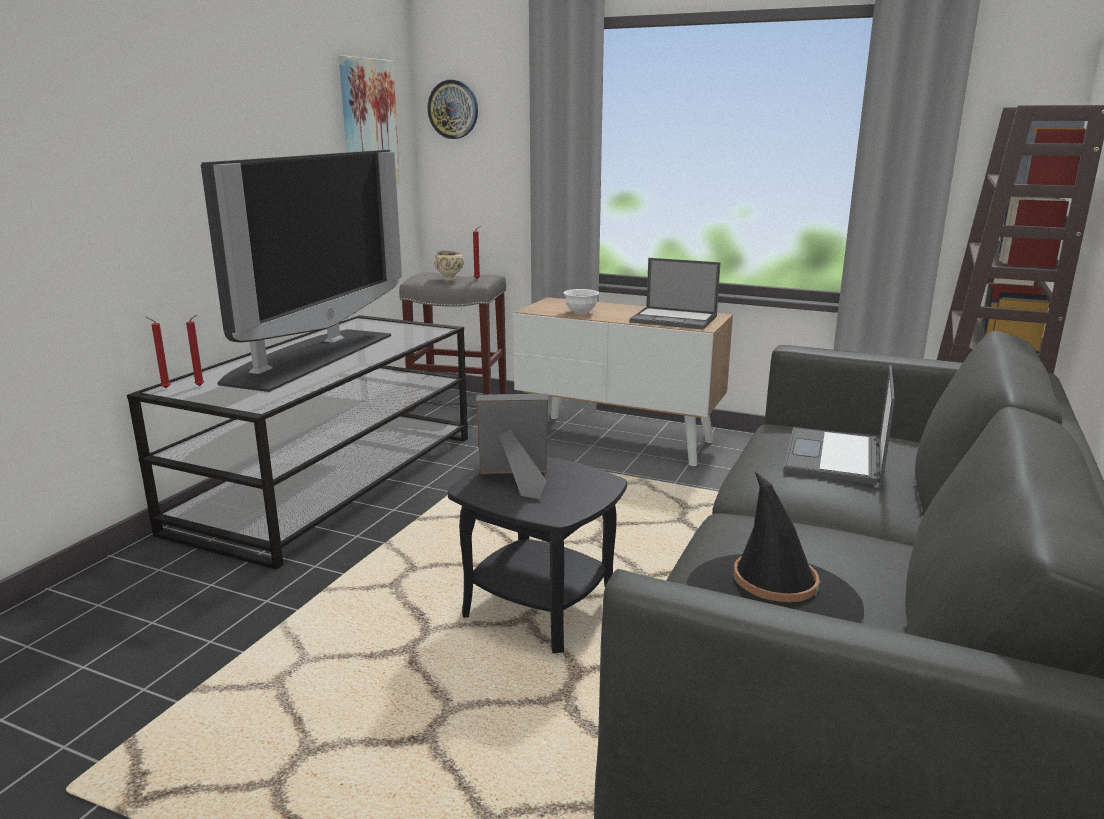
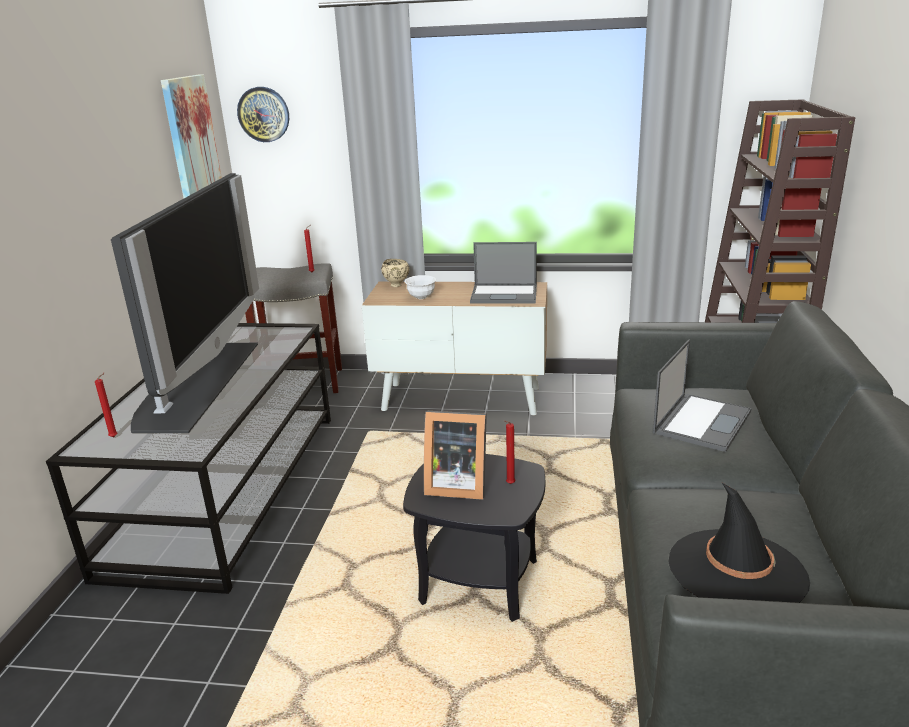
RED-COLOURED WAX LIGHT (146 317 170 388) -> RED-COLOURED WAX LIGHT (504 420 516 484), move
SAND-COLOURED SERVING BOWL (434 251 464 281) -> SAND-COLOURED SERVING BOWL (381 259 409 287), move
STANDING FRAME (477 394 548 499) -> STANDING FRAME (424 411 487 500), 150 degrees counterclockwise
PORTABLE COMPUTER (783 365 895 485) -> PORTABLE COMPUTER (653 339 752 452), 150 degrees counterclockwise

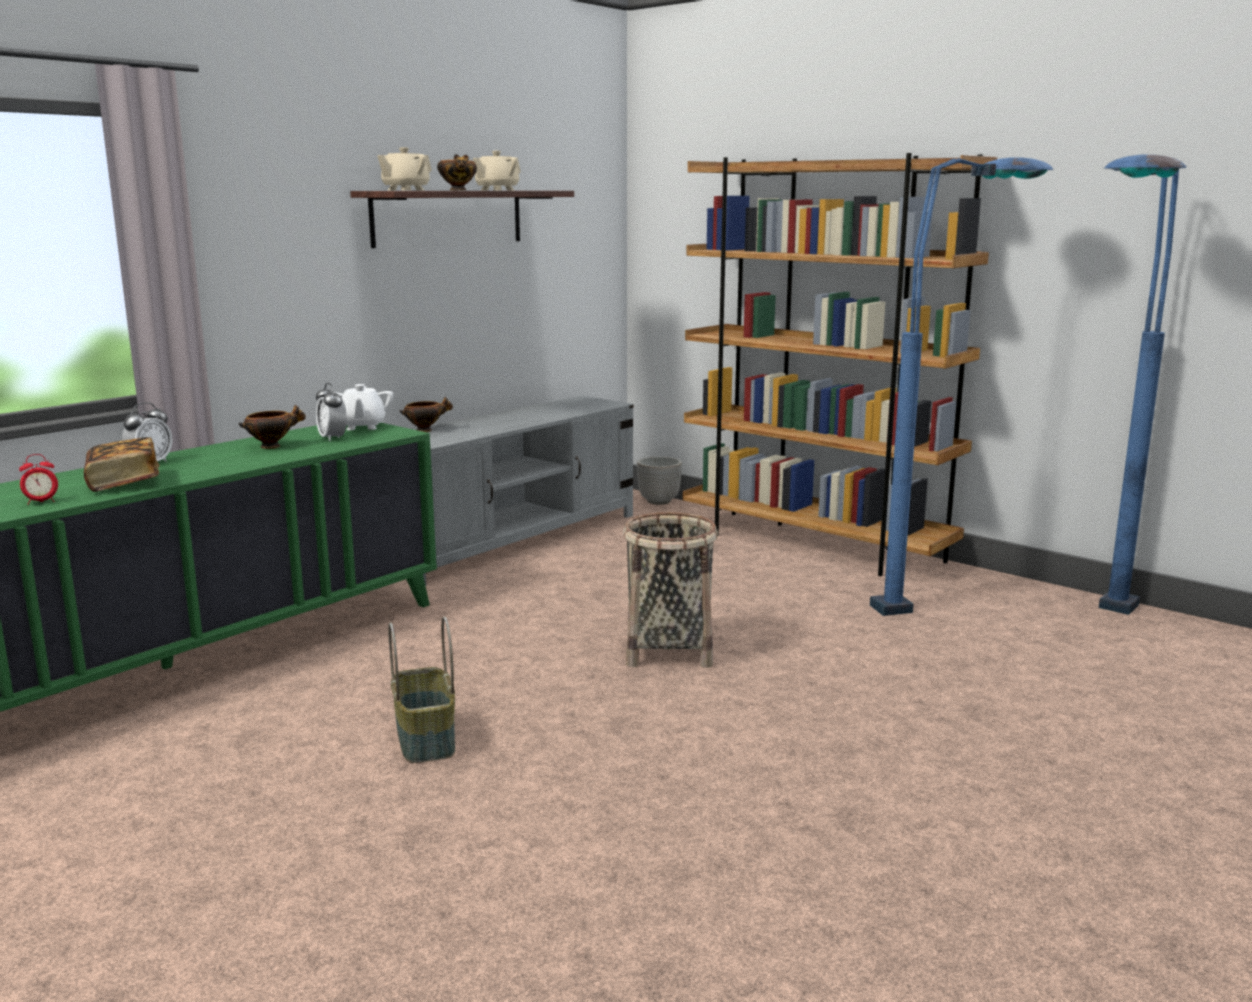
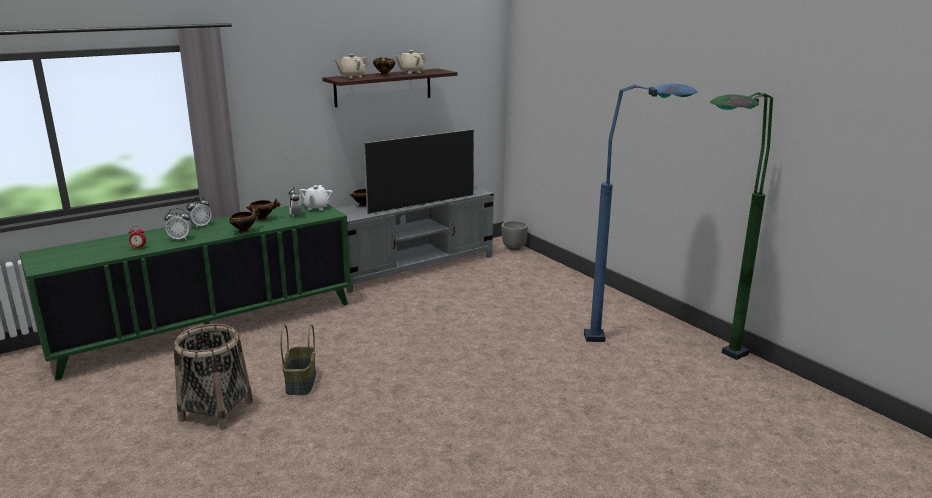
BOUND BOOK (84 437 159 492) -> ALARM CLOCK (164 208 192 241)
STORAGE BASKET (623 512 718 668) -> STORAGE BASKET (174 324 253 430), move
BROWN-COLOURED BOOKSHELF (683 153 997 576) -> none
BLUE STANDING LAMP (1099 154 1187 615) -> GREEN STANDING LAMP (710 92 773 360)
none -> SERVING BOWL (229 207 260 234)
none -> TV SET (364 129 474 214)

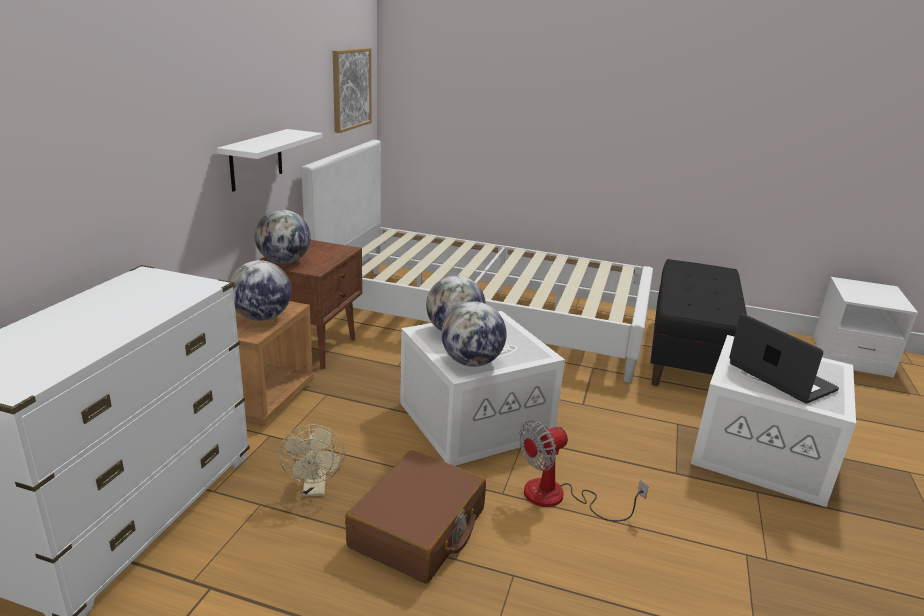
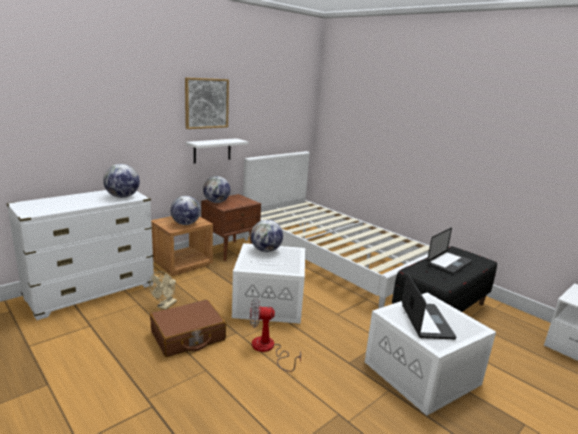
WALL ART (333 48 372 133) -> WALL ART (185 77 229 129), move
DESK GLOBE (441 301 507 367) -> DESK GLOBE (103 164 140 198), move
none -> PORTABLE COMPUTER (427 227 472 274)

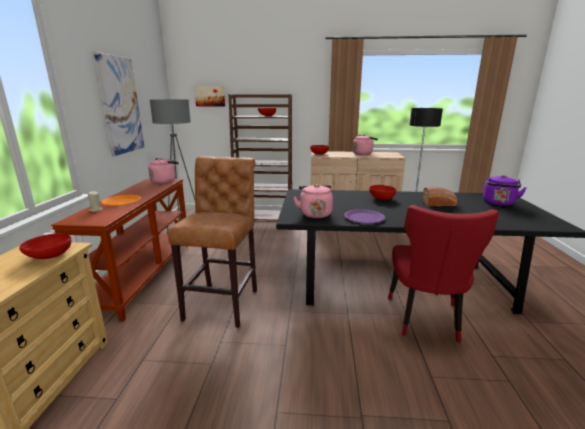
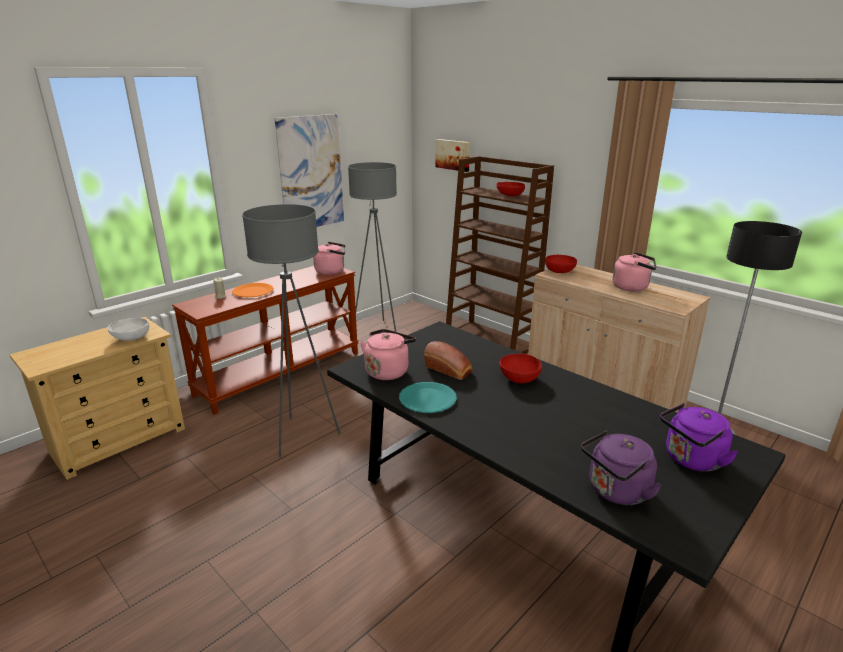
RED-COLOURED SERVING BOWL (19 233 71 259) -> WHITISH SERVING BOWL (108 318 149 341)
BROWN-COLOURED STOOL SEAT (167 156 257 328) -> GRAY STANDING LAMP (242 204 341 457)
PURPLE PLATE (344 209 385 223) -> BLUE-GREEN PLATE (399 382 457 413)
RED-COLOURED UPRIGHT CHAIR (388 205 499 343) -> none
BAKERY BREAD (423 187 457 206) -> BAKERY BREAD (424 341 472 380), move
none -> PURPLE TEA KETTLE (581 430 662 505)

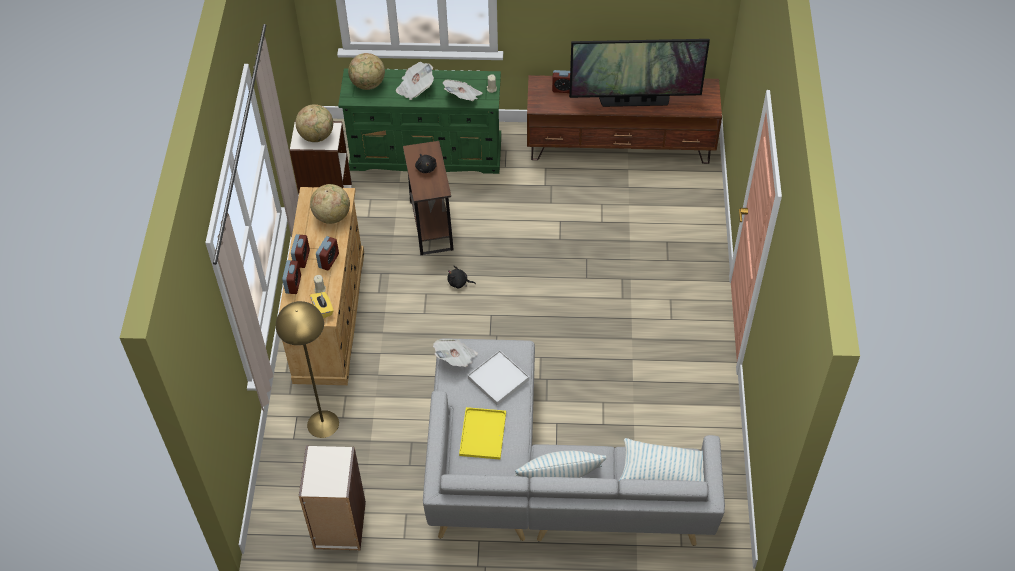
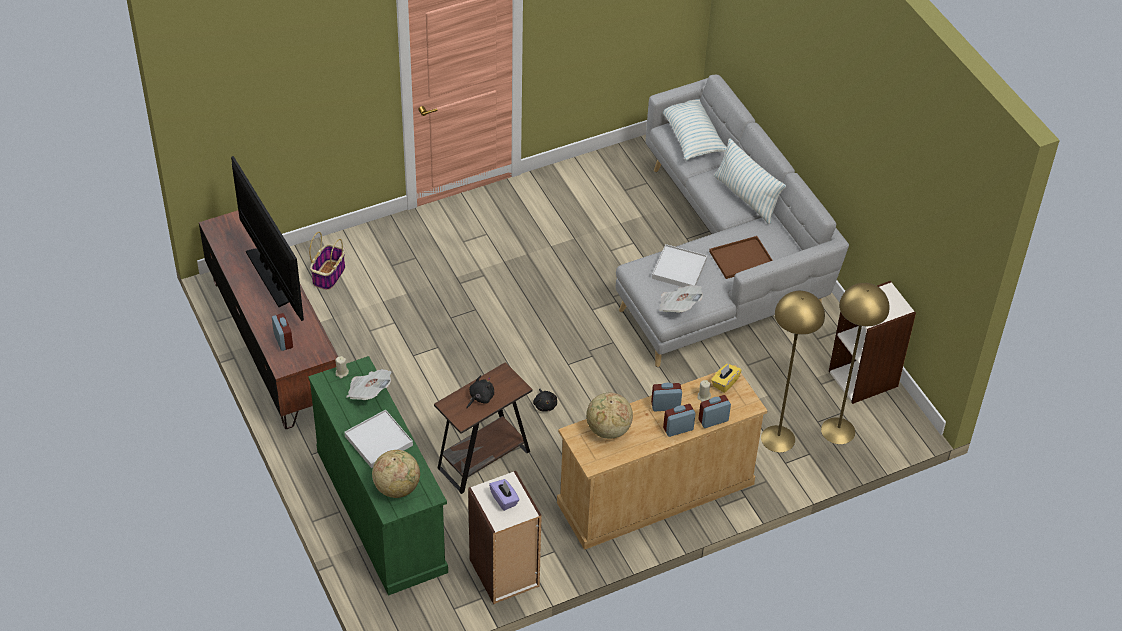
DESK GLOBE (296 104 333 142) -> PURPLE BOX OF TISSUES (489 479 520 511)
NEWSPAPER (396 62 434 100) -> WHITISH TRAY (344 410 413 468)
YELLOW-COLOURED TRAY (459 407 506 460) -> BROWN-COLOURED TRAY (709 236 773 279)
none -> STORAGE BASKET (309 232 345 290)
none -> YELLOW-COLOURED STANDING LAMP (821 283 890 444)

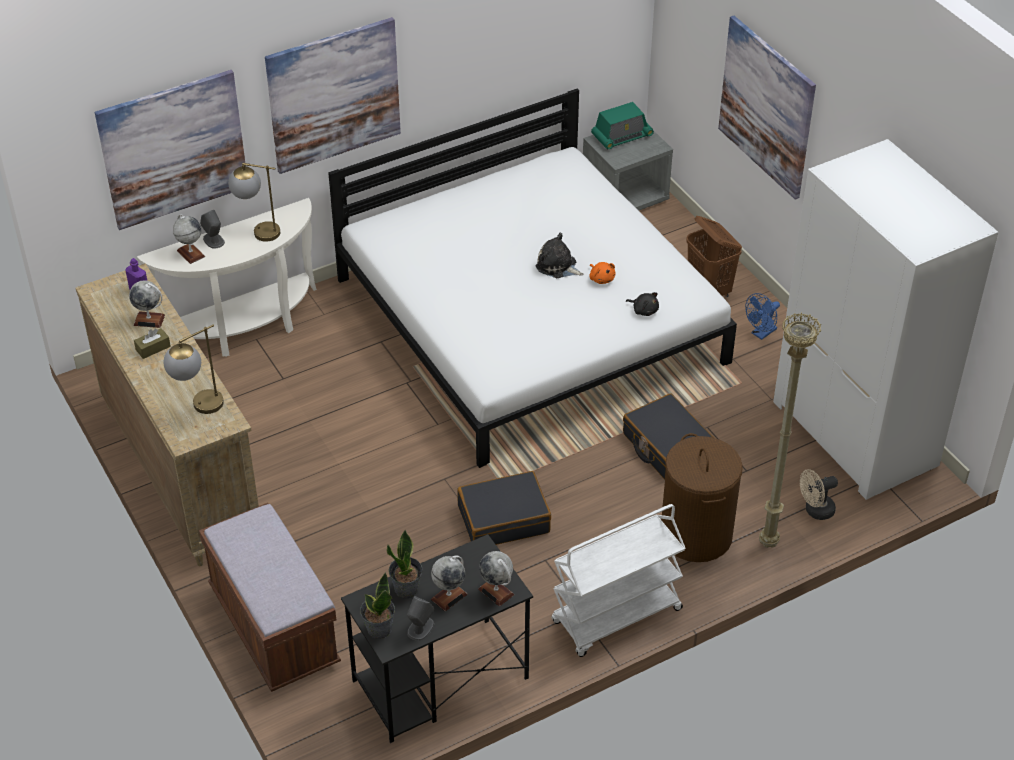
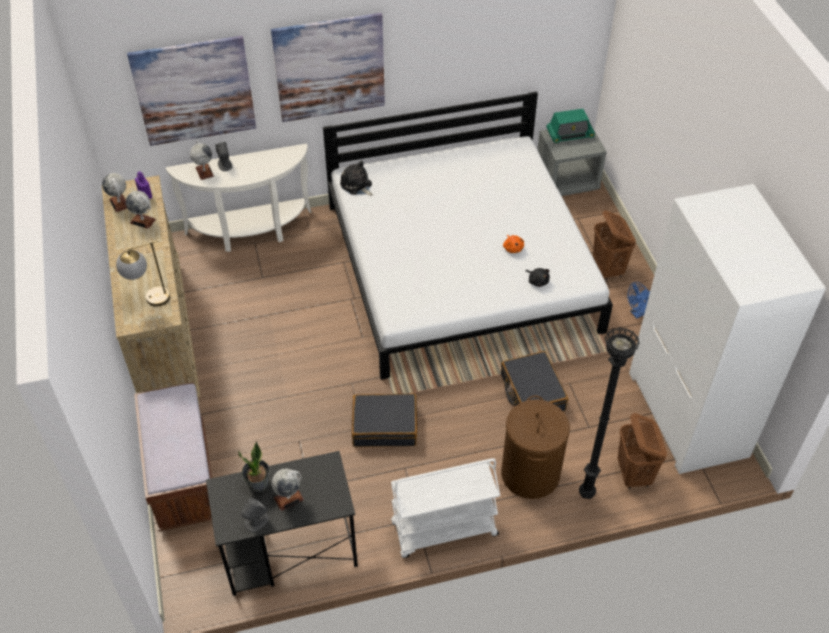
BROWN-COLOURED BOX OF TISSUES (134 328 171 359) -> none
TABLE LAMP (228 163 280 242) -> none
POTTED PLANT (360 572 395 639) -> none
DESK GLOBE (478 551 514 606) -> DESK GLOBE (102 173 127 212), move
PLUSH TOY (536 233 584 278) -> PLUSH TOY (340 160 373 196), move
WALL ART (718 16 816 200) -> none
SAND-COLOURED STANDING LAMP (759 313 821 548) -> BLACK-COLOURED STANDING LAMP (579 327 640 499)
SAND-COLOURED FAN (800 469 838 520) -> BROWN-COLOURED HAMPER (618 413 667 489)

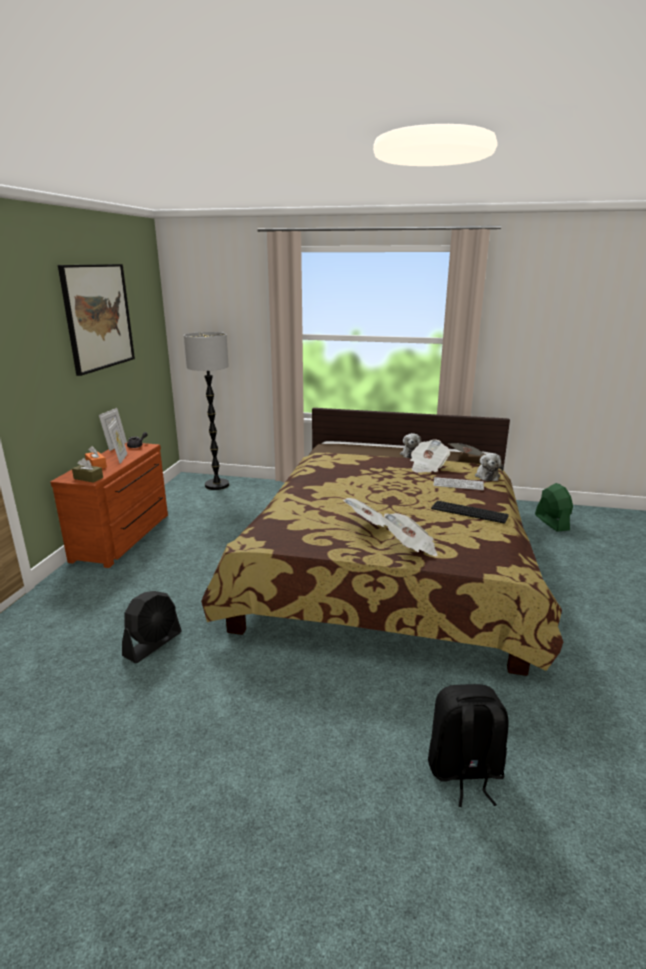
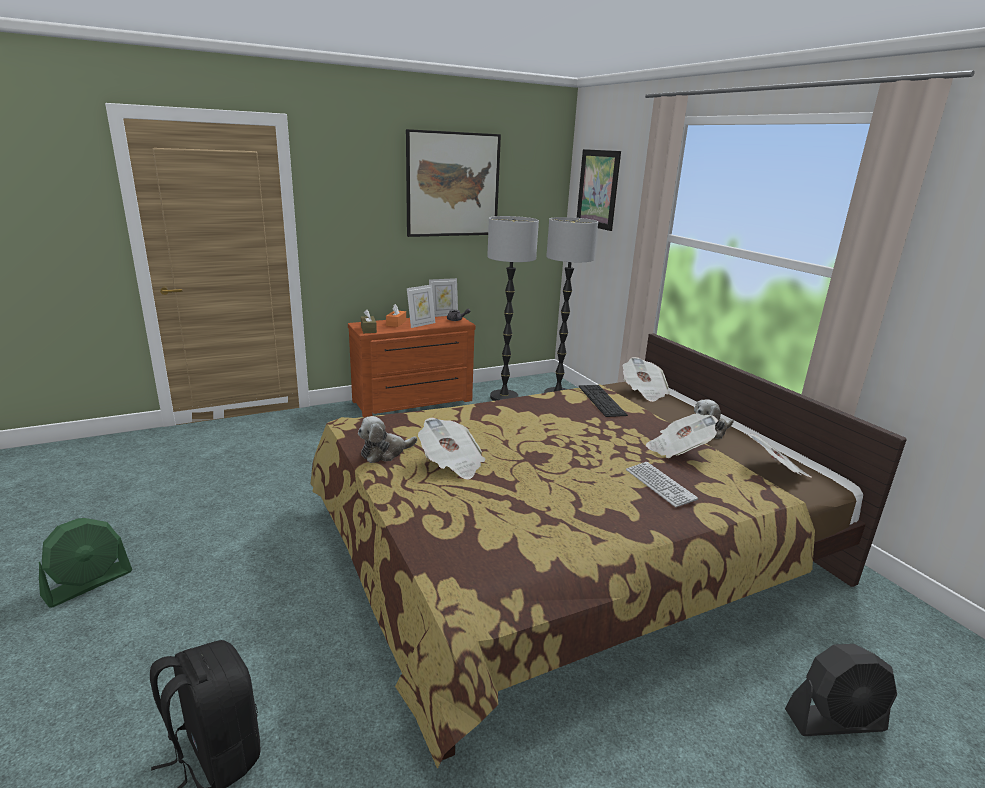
BLACK-COLOURED FAN (122 591 182 663) -> BLACK-COLOURED FAN (785 644 897 736), move
NEWSPAPER (384 513 438 556) -> NEWSPAPER (622 357 670 402), move
KEYBOARD (431 501 509 524) -> KEYBOARD (579 385 628 417), move
PLUSH TOY (475 453 504 481) -> PLUSH TOY (358 416 417 463), move
GREEN FAN (535 483 573 532) -> GREEN FAN (39 518 132 608), move
none -> STANDING LAMP (487 216 539 401)
none -> WALL ART (577 149 621 231)

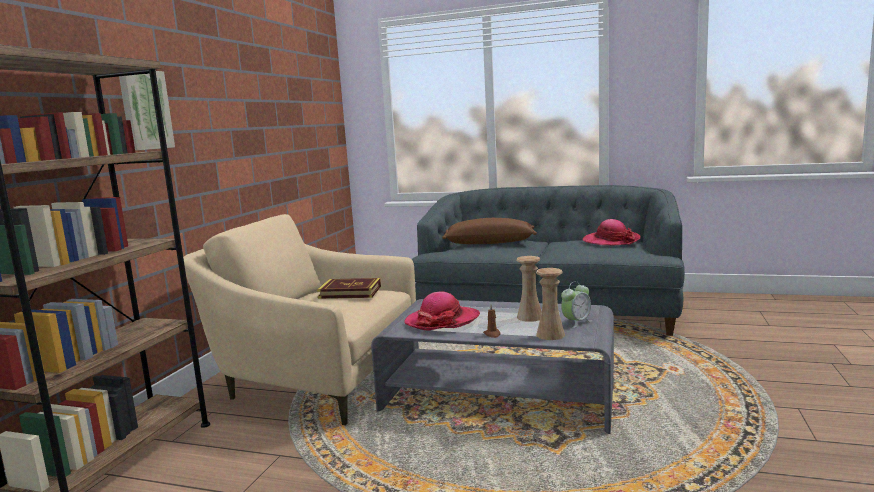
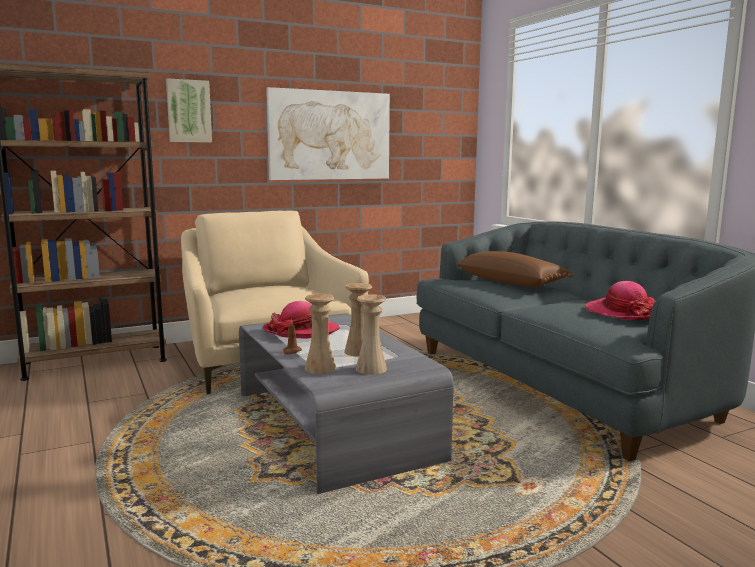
BOUND BOOK (317 278 381 299) -> none
ALARM CLOCK (561 281 591 328) -> SAND-COLOURED DECORATIVE VASE (356 294 387 375)
none -> WALL ART (266 87 390 180)

